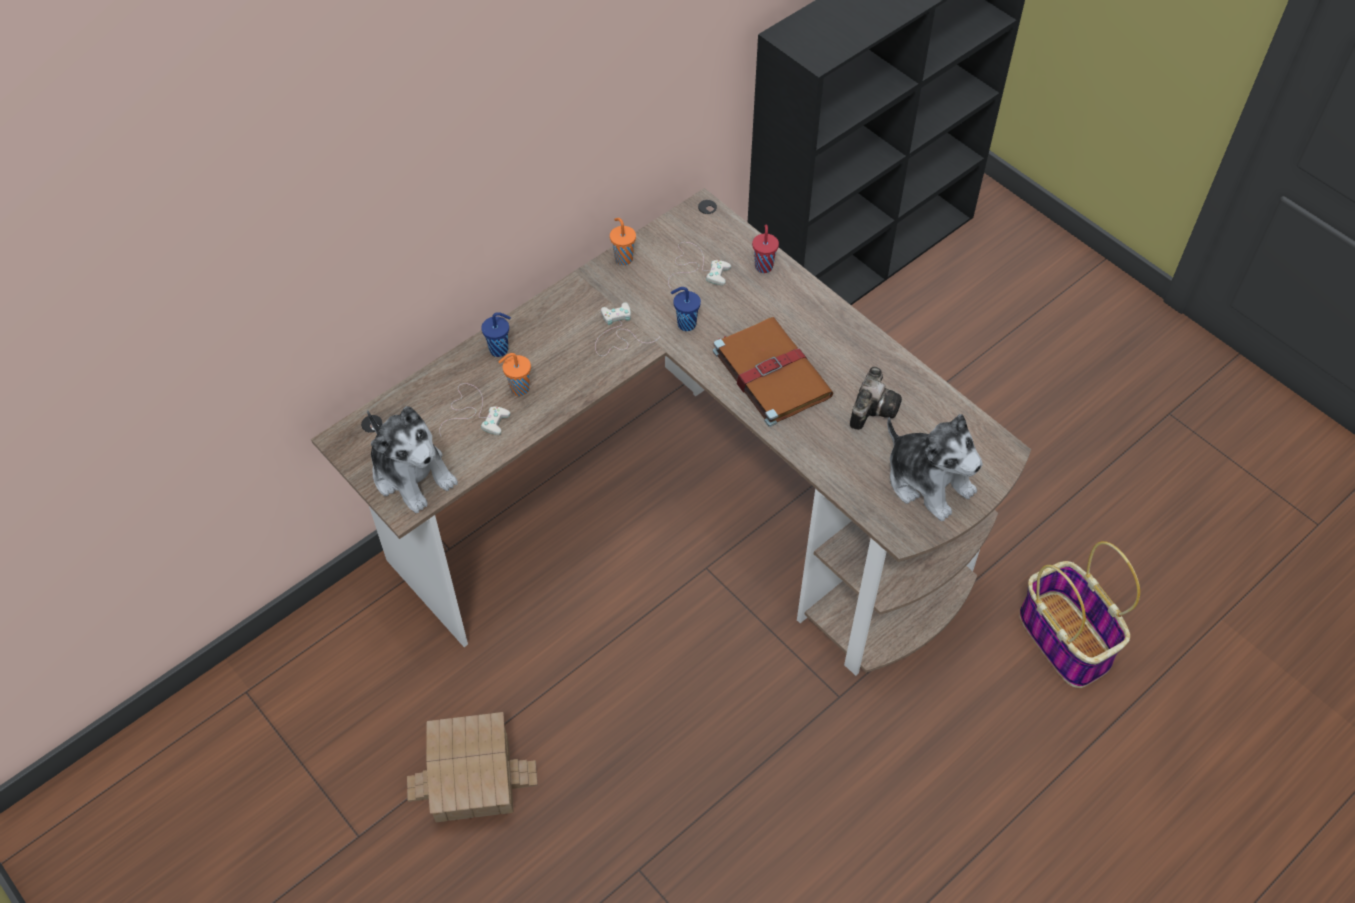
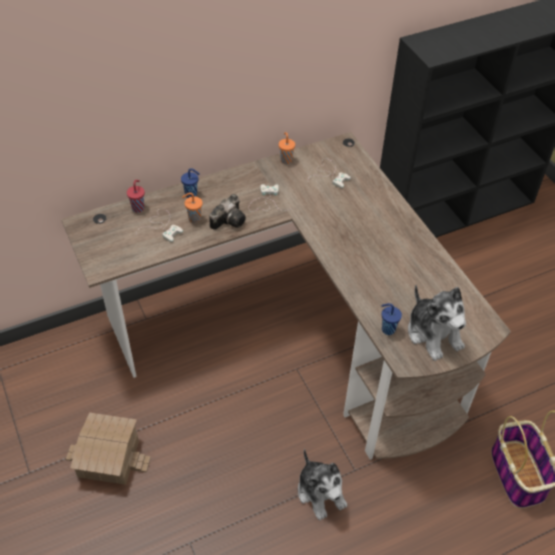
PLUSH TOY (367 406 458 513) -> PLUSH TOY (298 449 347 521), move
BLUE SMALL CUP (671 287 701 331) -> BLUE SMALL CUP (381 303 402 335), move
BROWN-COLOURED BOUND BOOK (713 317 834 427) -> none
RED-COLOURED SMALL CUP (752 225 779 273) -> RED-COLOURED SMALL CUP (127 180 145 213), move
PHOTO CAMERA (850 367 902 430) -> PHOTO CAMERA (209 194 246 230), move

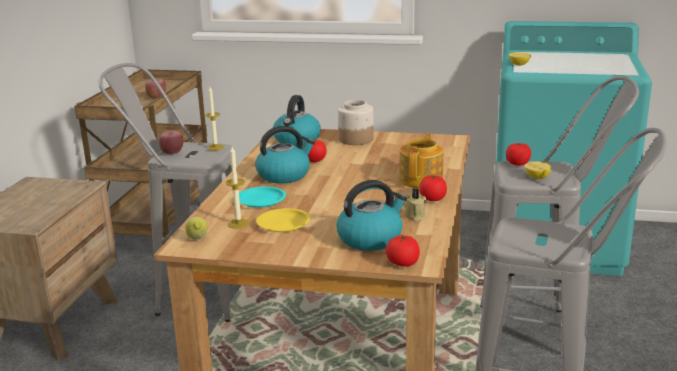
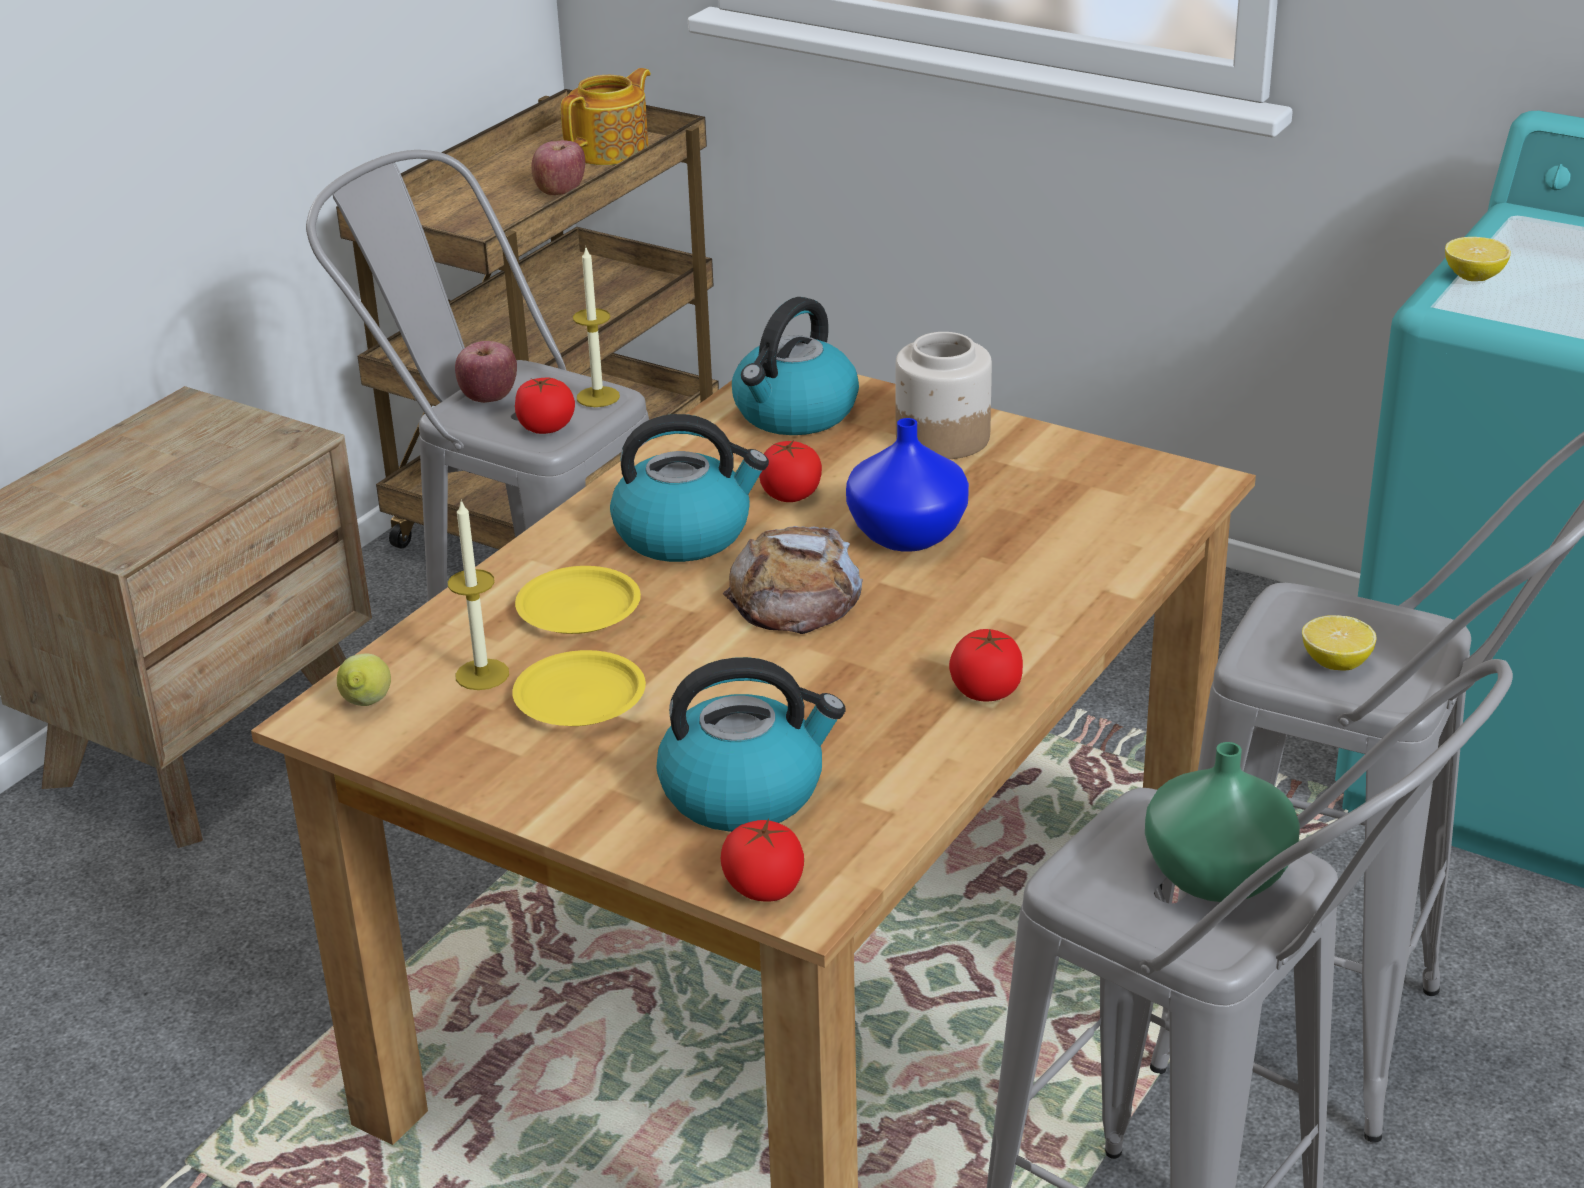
BLUE-GREEN PLATE (239 186 286 208) -> YELLOW-COLOURED PLATE (515 566 641 634)
TEA POT (399 134 443 188) -> TEA POT (561 68 651 165), move
SAND-COLOURED WAX LIGHT (404 188 427 221) -> none
TOMATO (506 143 531 166) -> TOMATO (515 378 575 434), move
none -> BAKERY BREAD (723 526 863 634)
none -> BLUE DECORATIVE VASE (846 418 969 552)
none -> GREEN DECORATIVE VASE (1145 742 1300 902)

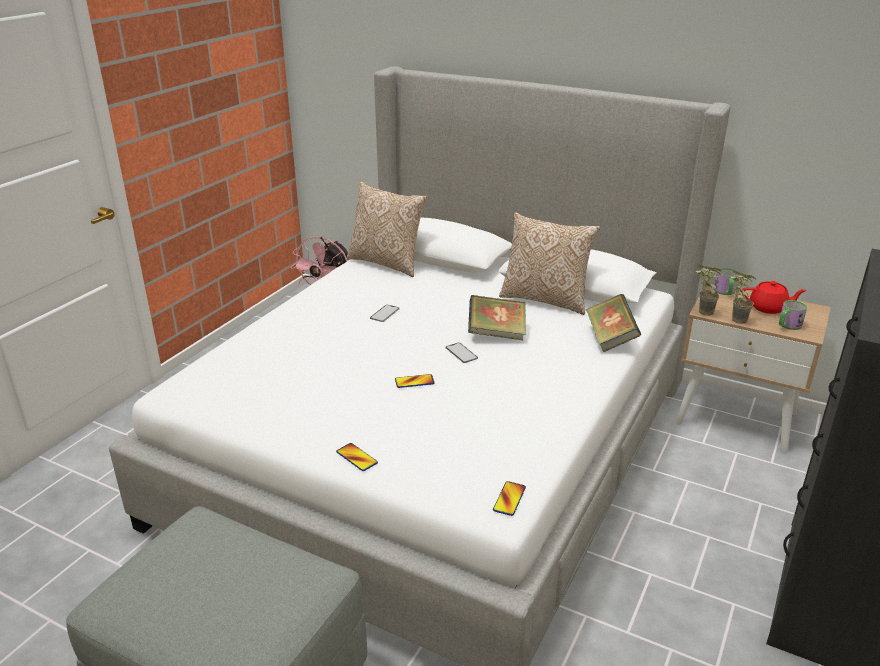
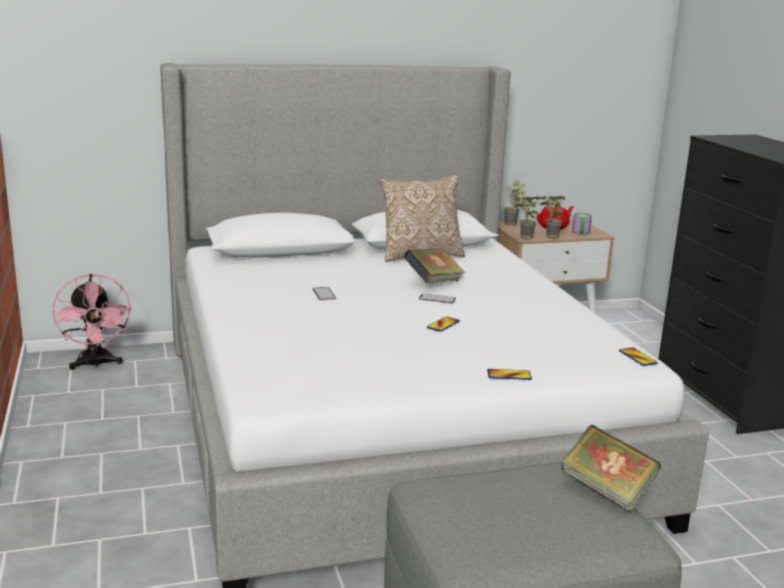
CUSHION (347 182 427 277) -> none
BOUND BOOK (586 294 641 352) -> BOUND BOOK (561 425 661 512), move
MUG (714 268 738 295) -> POTTED PLANT (504 180 526 226)

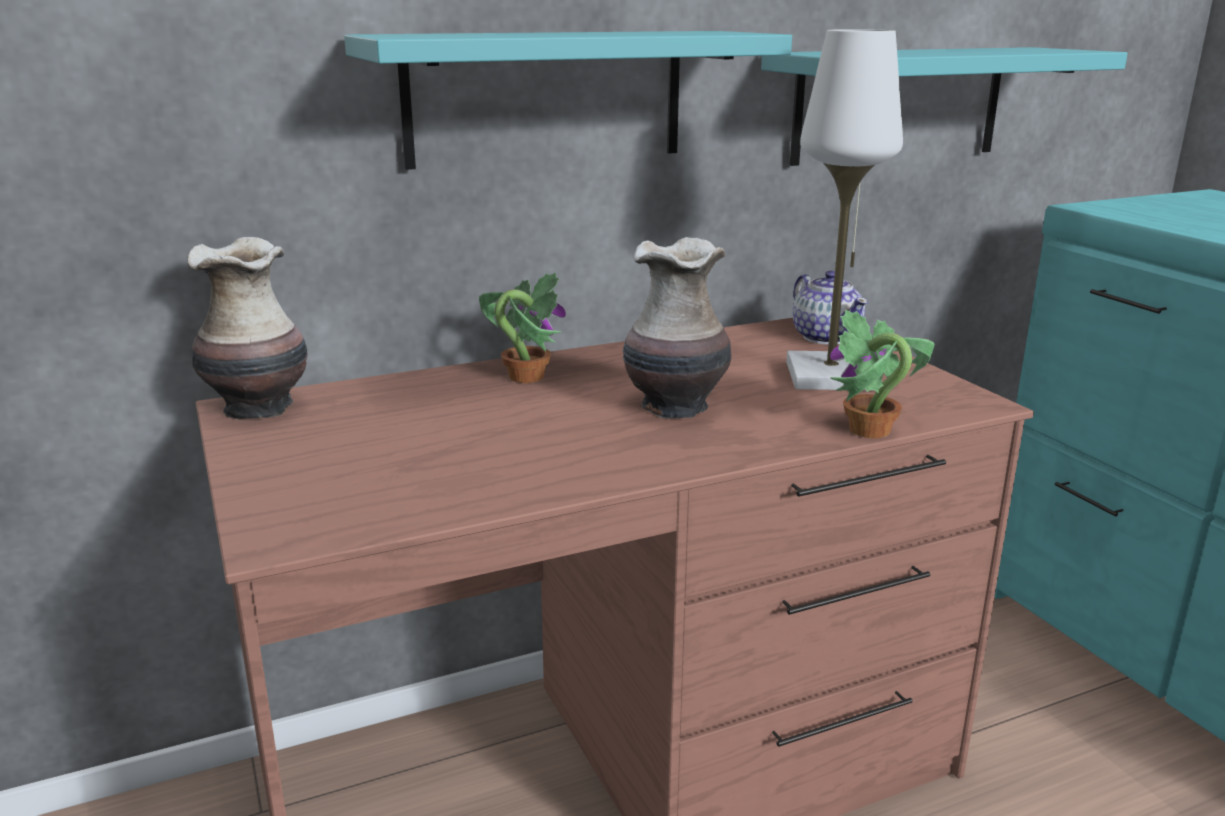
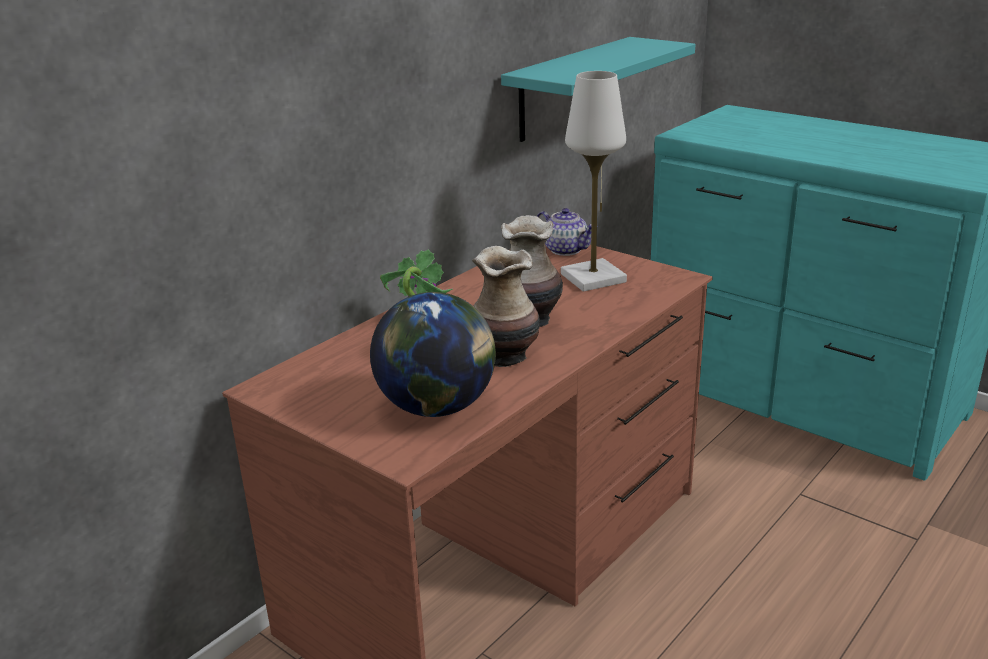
DECORATIVE VASE (188 237 308 420) -> DECORATIVE VASE (472 246 540 367), move
BLUE-GREEN WALL SHELF (344 31 792 170) -> none
POTTED PLANT (830 310 934 438) -> none
none -> DESK GLOBE (370 292 496 417)

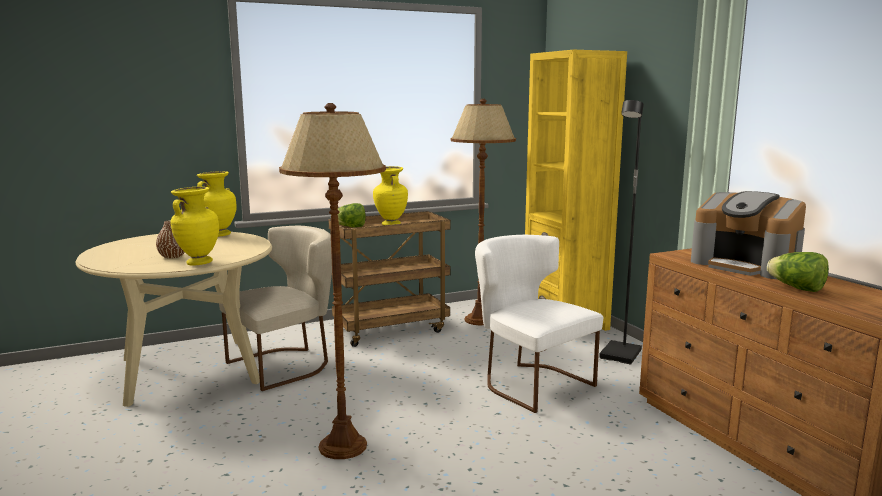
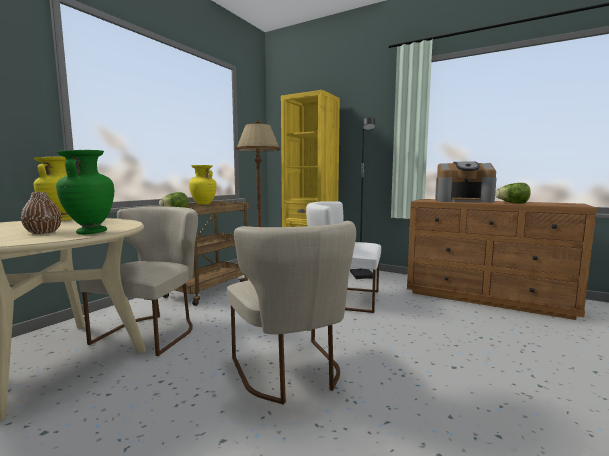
YELLOW-COLOURED DECORATIVE VASE (170 187 219 266) -> GREEN DECORATIVE VASE (56 150 114 235)
BROWN-COLOURED STANDING LAMP (279 103 386 459) -> SAND-COLOURED UPRIGHT CHAIR (227 221 356 405)

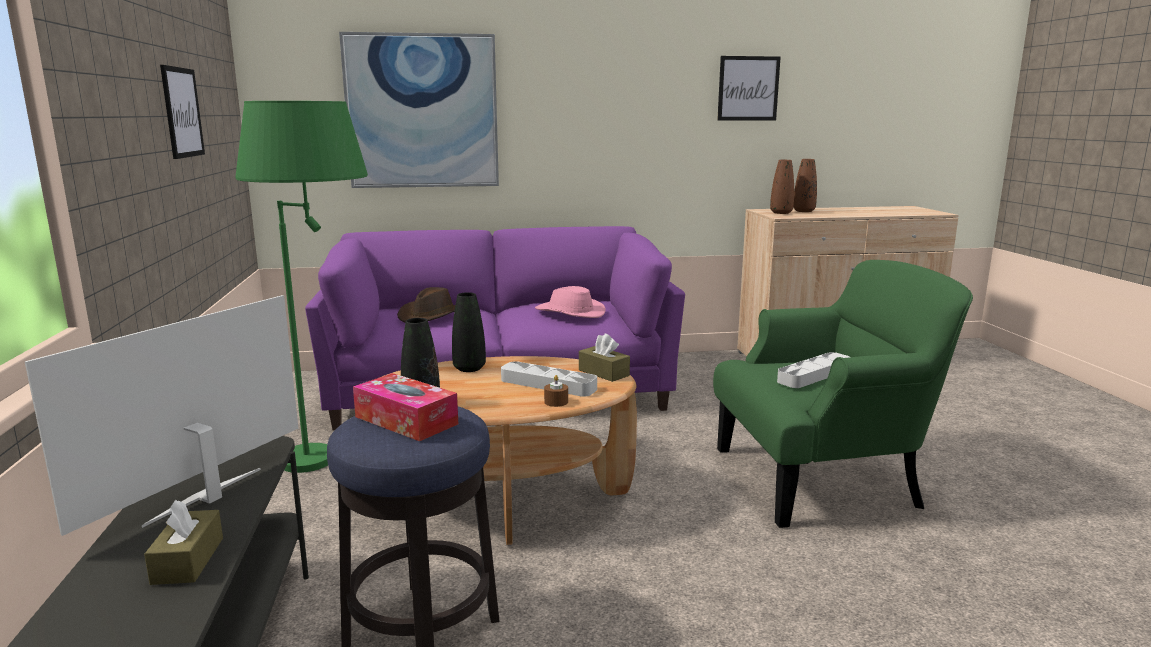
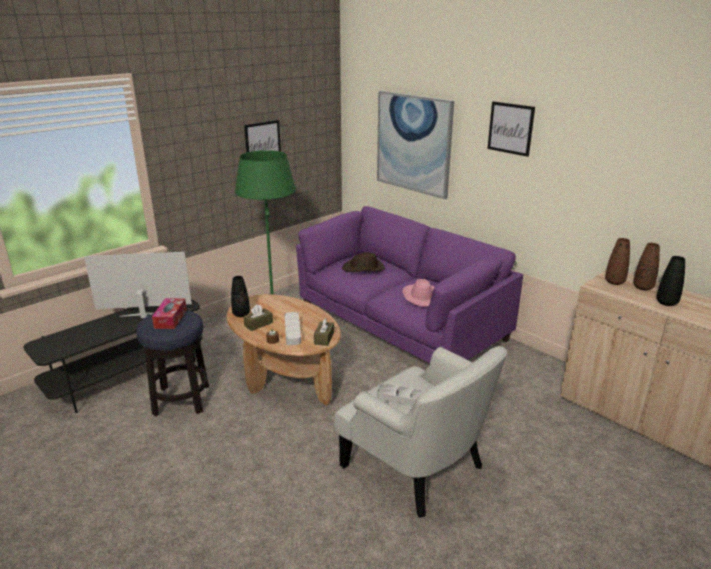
BROWN-COLOURED BOX OF TISSUES (144 500 223 585) -> BROWN-COLOURED BOX OF TISSUES (243 304 273 331), move
BLACK-COLOURED DECORATIVE VASE (452 292 486 372) -> BLACK-COLOURED DECORATIVE VASE (656 256 685 306), move
GREEN ARMCHAIR (713 260 973 528) -> WHITISH ARMCHAIR (334 346 507 518)
WALL ART (717 56 781 120) -> WALL ART (487 101 535 157), move

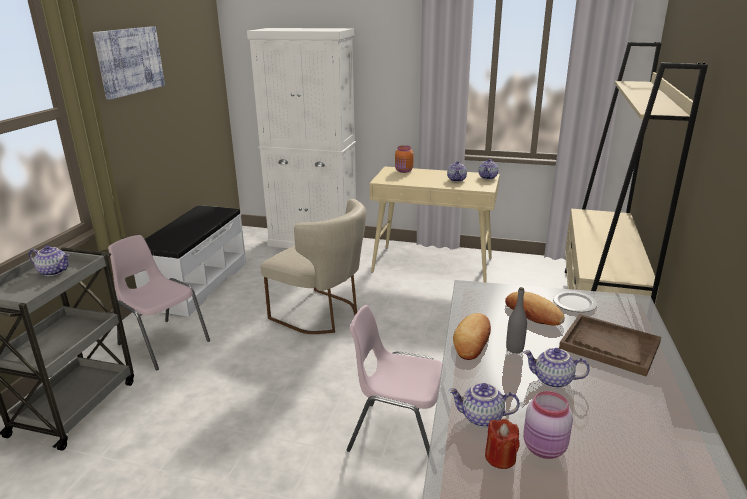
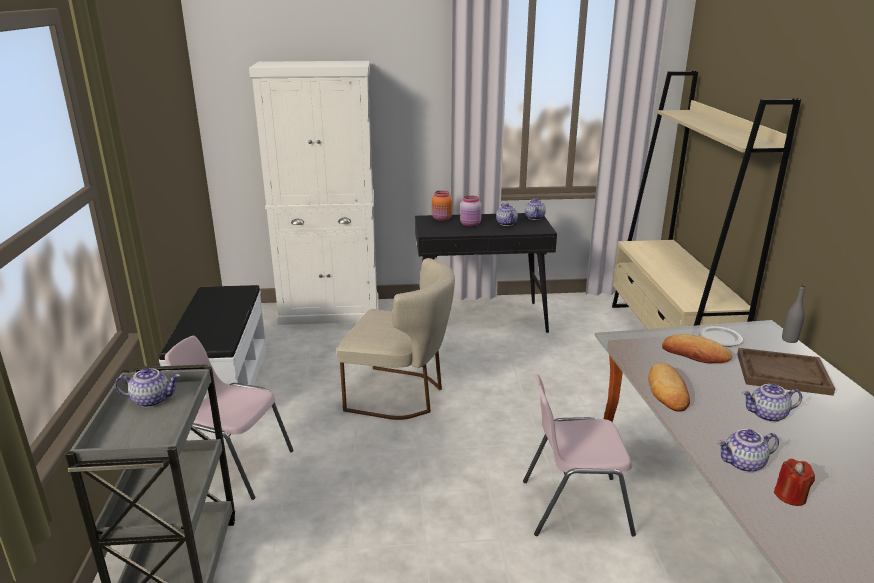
WALL ART (93 26 165 100) -> none
SAND-COLOURED NARROW TABLE (370 166 500 282) -> BLACK-COLOURED NARROW TABLE (415 213 557 333)
GRAY BEVERAGE BOTTLE (506 287 527 354) -> GRAY BEVERAGE BOTTLE (782 285 805 343), move
PINK PRESERVE JAR (523 391 573 459) -> PINK PRESERVE JAR (460 195 482 227), move

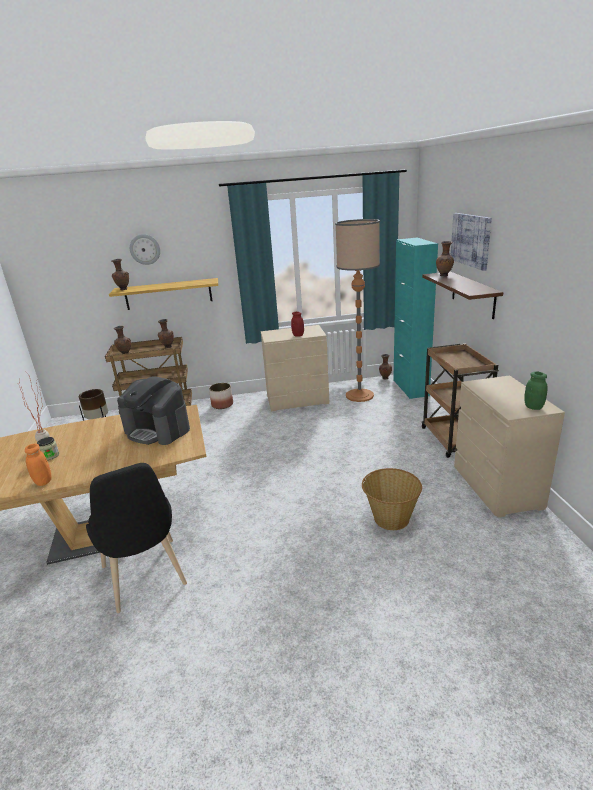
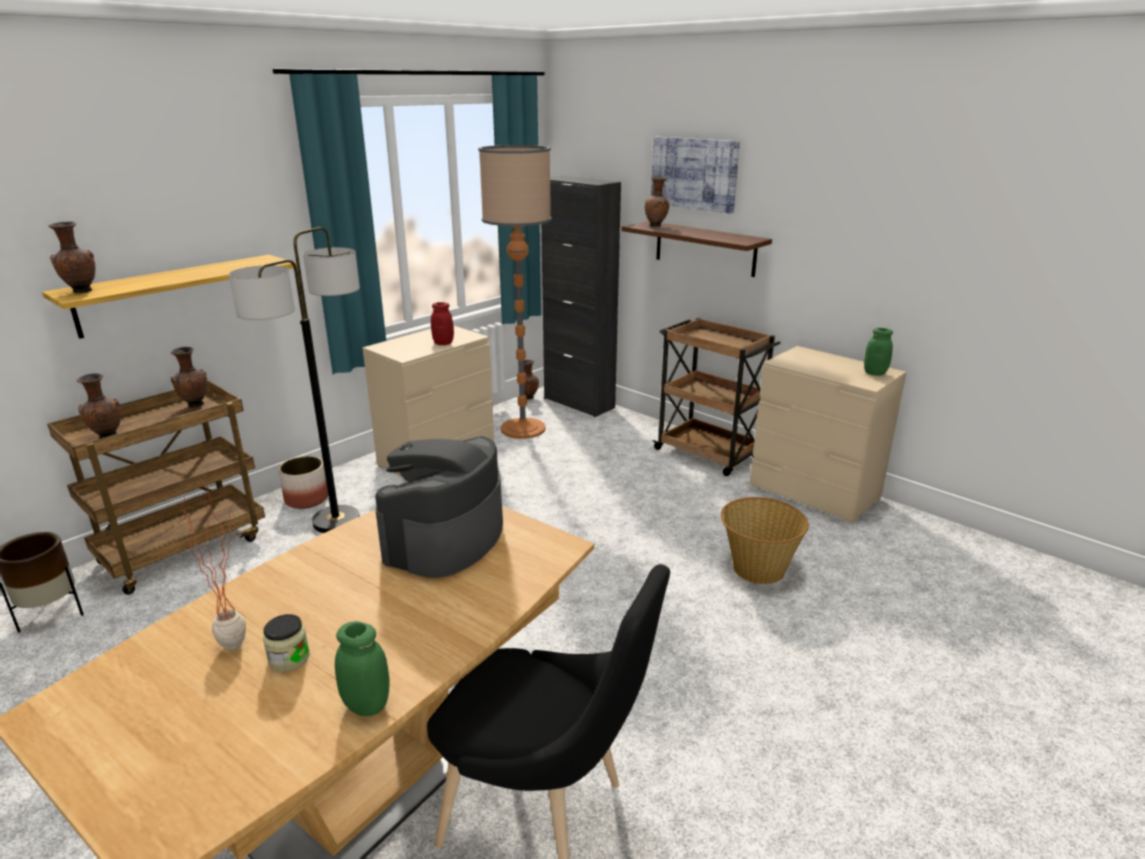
ORANGE PRESERVE JAR (25 443 51 486) -> GREEN PRESERVE JAR (335 621 390 716)
COFFEE MACHINE (117 376 190 445) -> COFFEE MACHINE (375 436 503 578), 120 degrees clockwise
CLOCK ON THE WALL (130 234 160 265) -> none
BLUE-GREEN CUPBOARD (393 238 438 399) -> BLACK-COLOURED CUPBOARD (541 176 621 417)
none -> STANDING LAMP (229 227 360 533)

